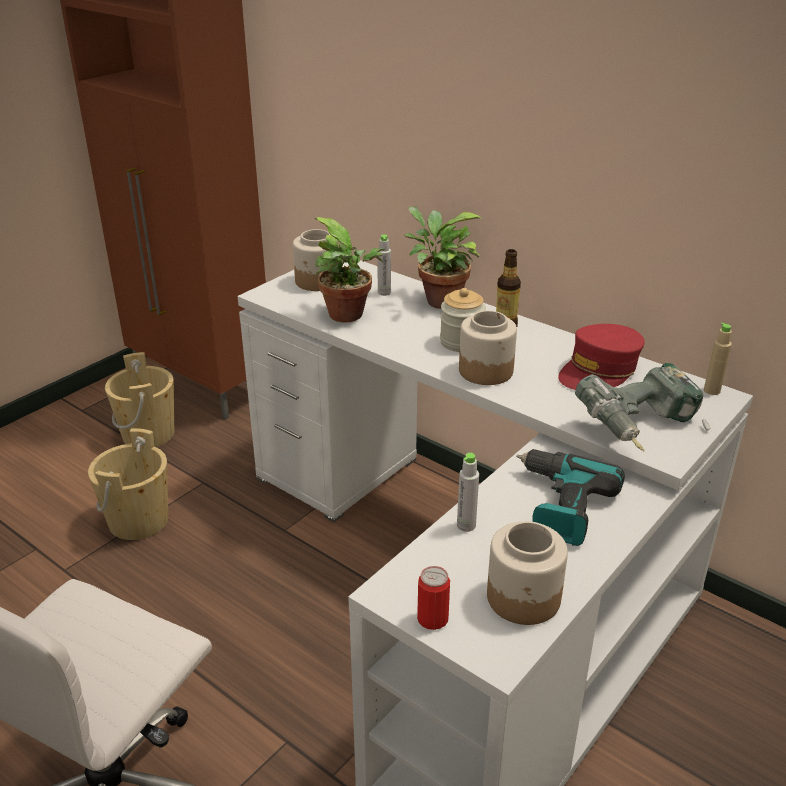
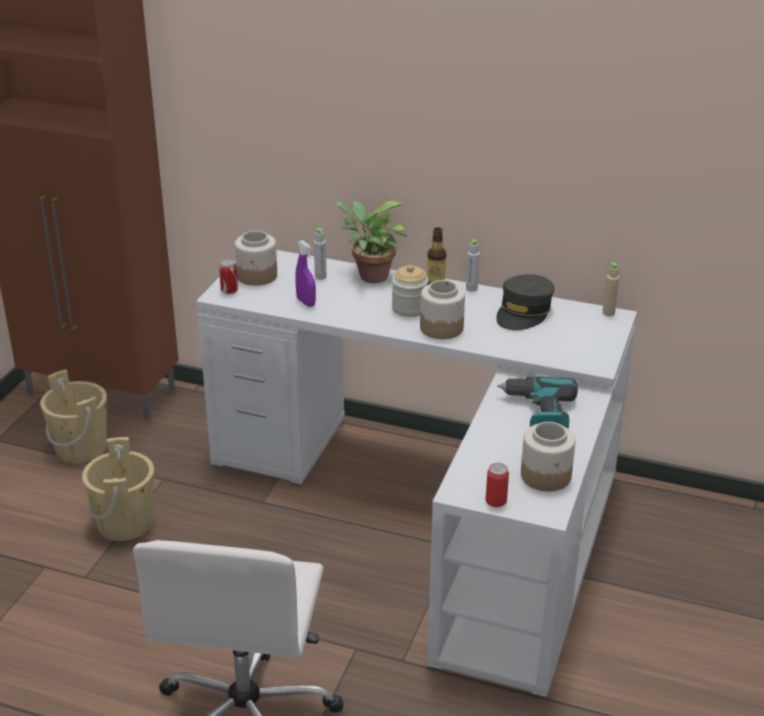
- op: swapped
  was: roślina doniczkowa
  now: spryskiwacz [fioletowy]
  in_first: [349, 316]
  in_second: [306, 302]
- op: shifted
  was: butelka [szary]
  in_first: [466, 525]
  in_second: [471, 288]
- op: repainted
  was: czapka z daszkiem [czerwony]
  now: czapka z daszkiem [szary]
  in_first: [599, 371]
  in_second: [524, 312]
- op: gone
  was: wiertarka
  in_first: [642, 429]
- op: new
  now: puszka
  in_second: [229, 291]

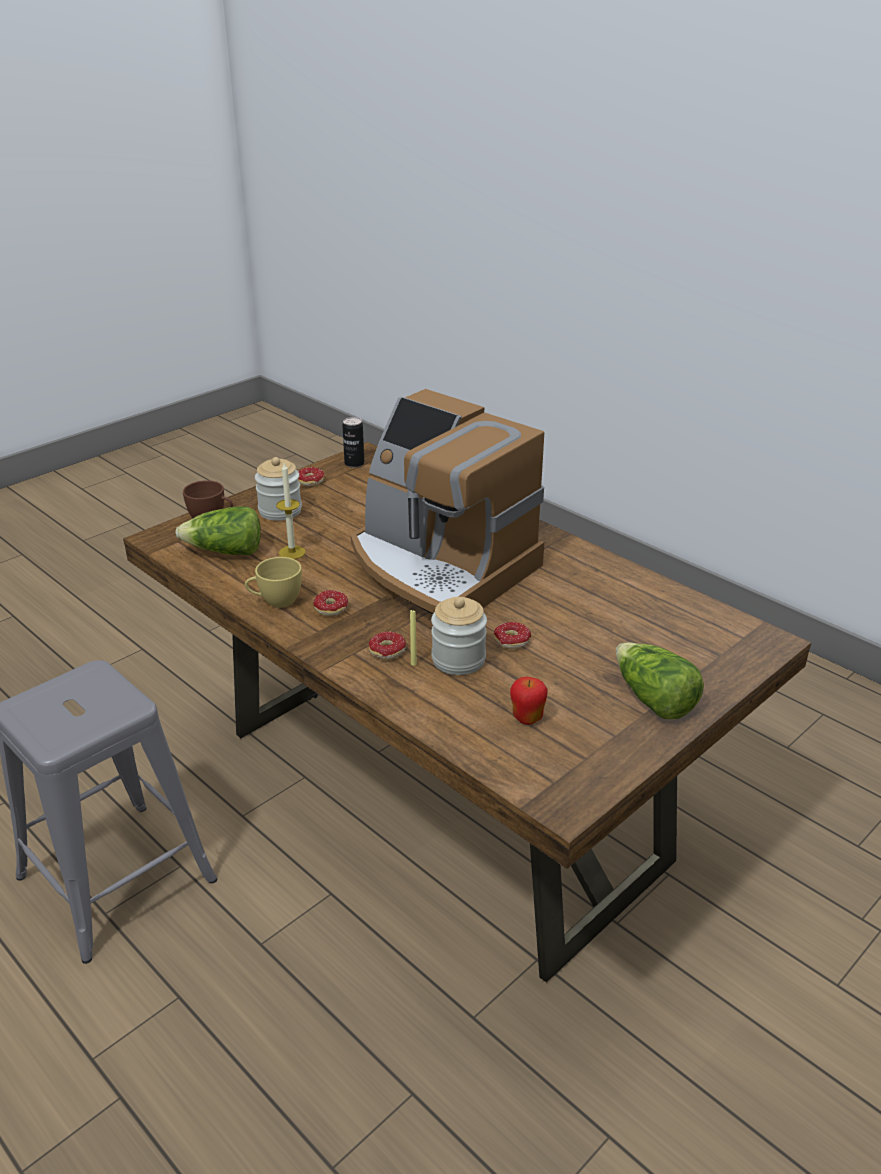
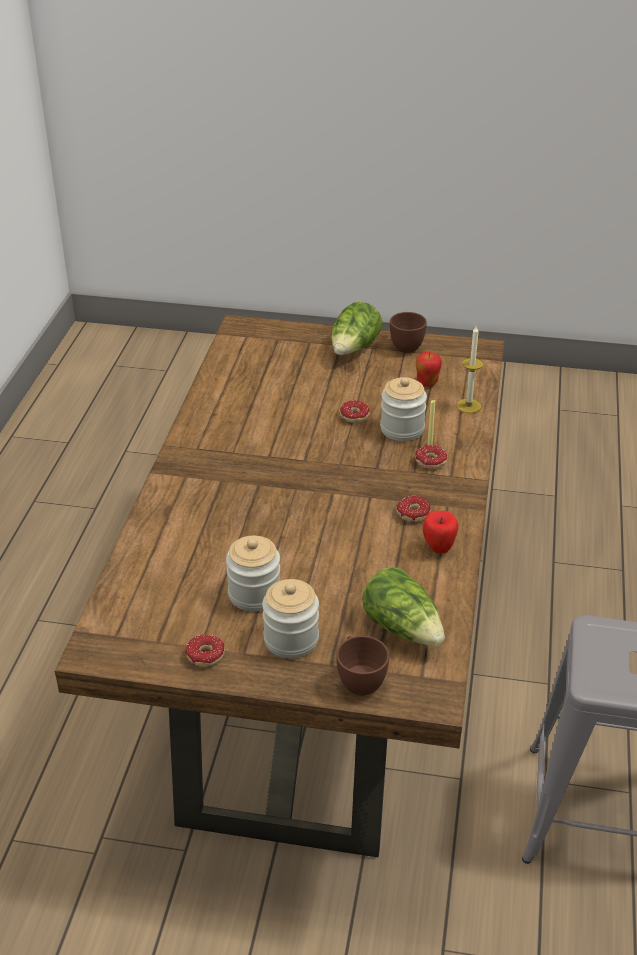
- op: swapped
  was: filiżanka [żółty]
  now: jabłko
  in_first: [275, 601]
  in_second: [438, 549]
- op: shifted
  was: świeca
  in_first: [292, 552]
  in_second: [468, 406]
- op: gone
  was: puszka
  in_first: [354, 463]
- op: gone
  was: ekspres do kawy
  in_first: [439, 569]
- op: new
  now: słoik
  in_second: [254, 594]
- op: new
  now: filiżanka [brązowy]
  in_second: [404, 345]

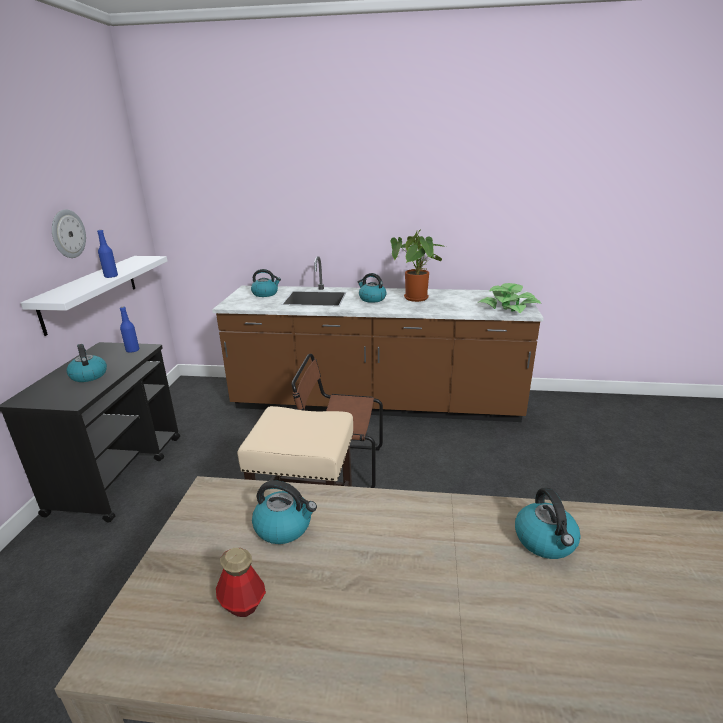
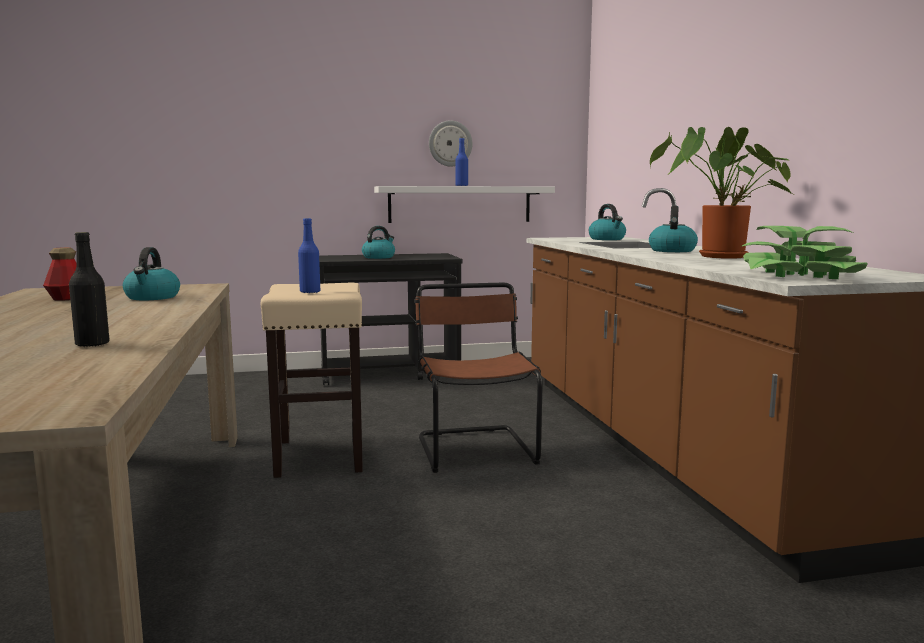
- op: shifted
  was: butelka [niebieski]
  in_first: [132, 350]
  in_second: [310, 292]
- op: swapped
  was: czajnik
  now: butelka [czarny]
  in_first: [545, 541]
  in_second: [92, 344]

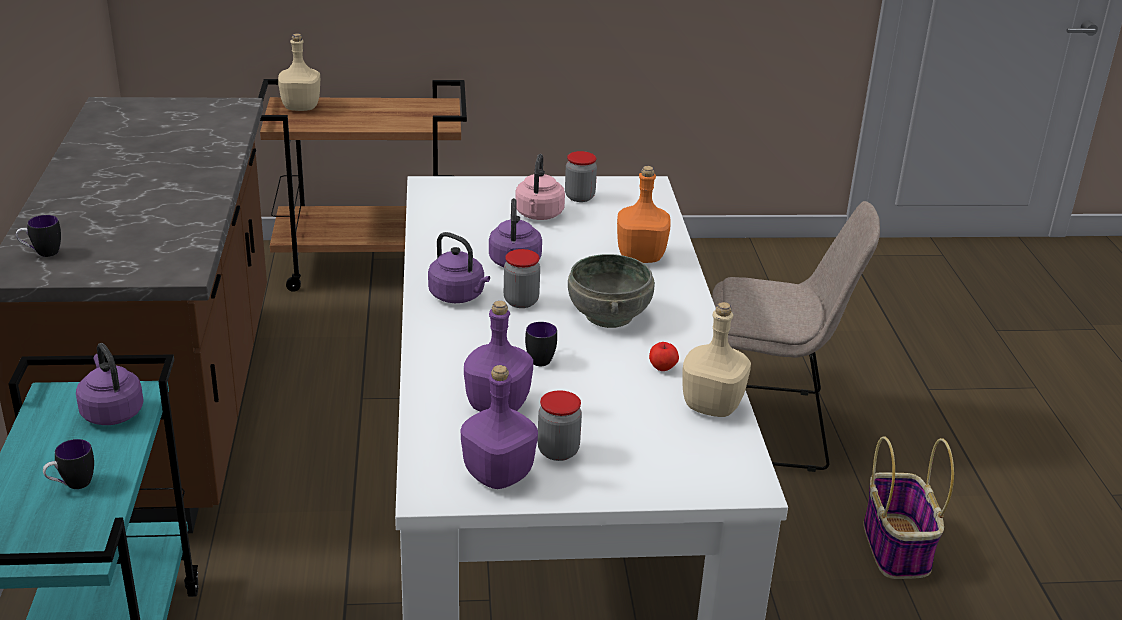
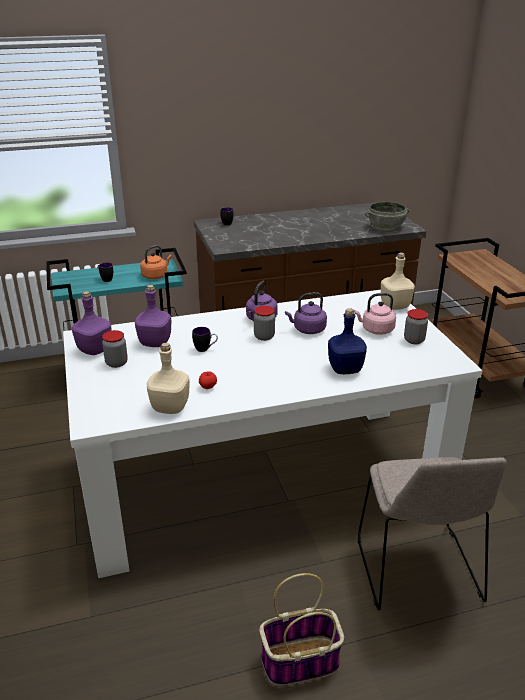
- op: repainted
  was: czajnik [fioletowy]
  now: czajnik [pomarańczowy]
  in_first: [111, 411]
  in_second: [156, 275]
- op: shifted
  was: butelka [beżowy]
  in_first: [301, 107]
  in_second: [394, 306]
- op: shifted
  was: miska [szary]
  in_first: [610, 315]
  in_second: [386, 228]
- op: repainted
  was: butelka [pomarańczowy]
  now: butelka [niebieski]
  in_first: [639, 256]
  in_second: [345, 368]

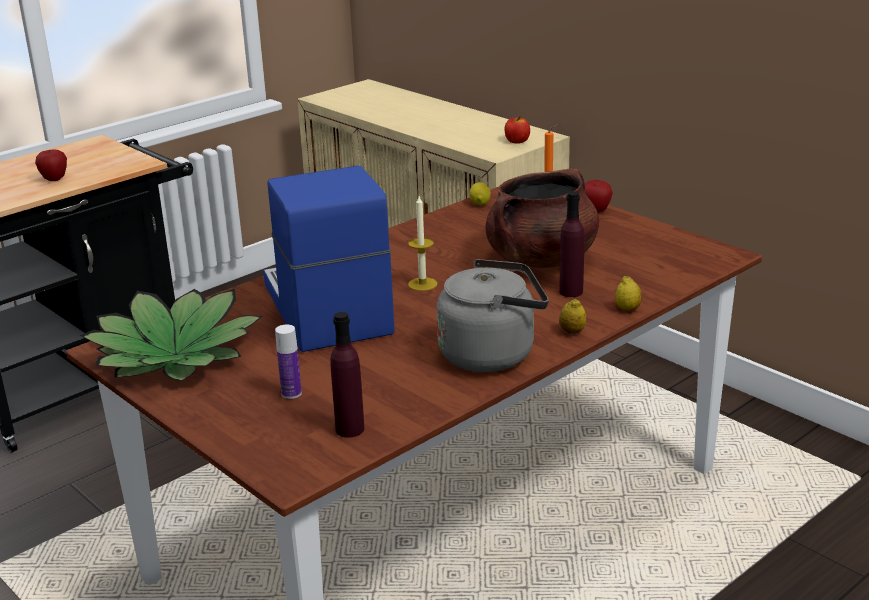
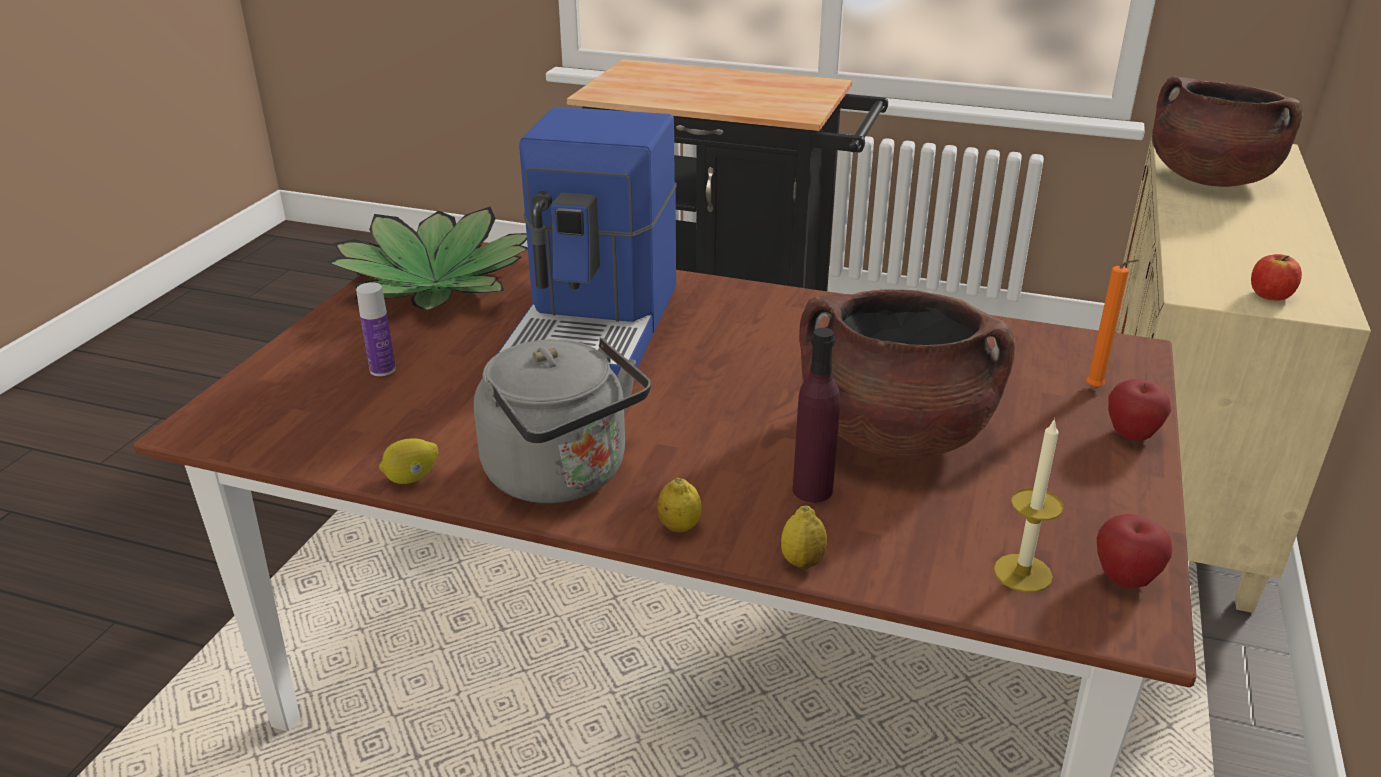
- op: shifted
  was: jabłko
  in_first: [54, 179]
  in_second: [1124, 579]
- op: rotated
  was: ekspres do kawy
  in_first: [325, 310]
  in_second: [598, 326]
  clockwise: 150
- op: gone
  was: butelka [fioletowy]
  in_first: [350, 429]
- op: shifted
  was: świeca
  in_first: [422, 284]
  in_second: [1022, 573]
- op: shifted
  was: cytryna
  in_first: [480, 203]
  in_second: [412, 478]
- op: new
  now: garnek [brązowy]
  in_second: [1209, 179]

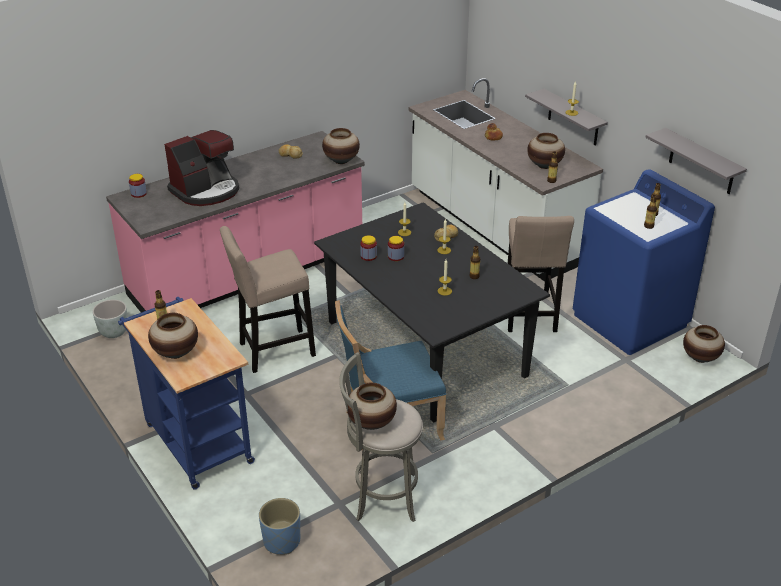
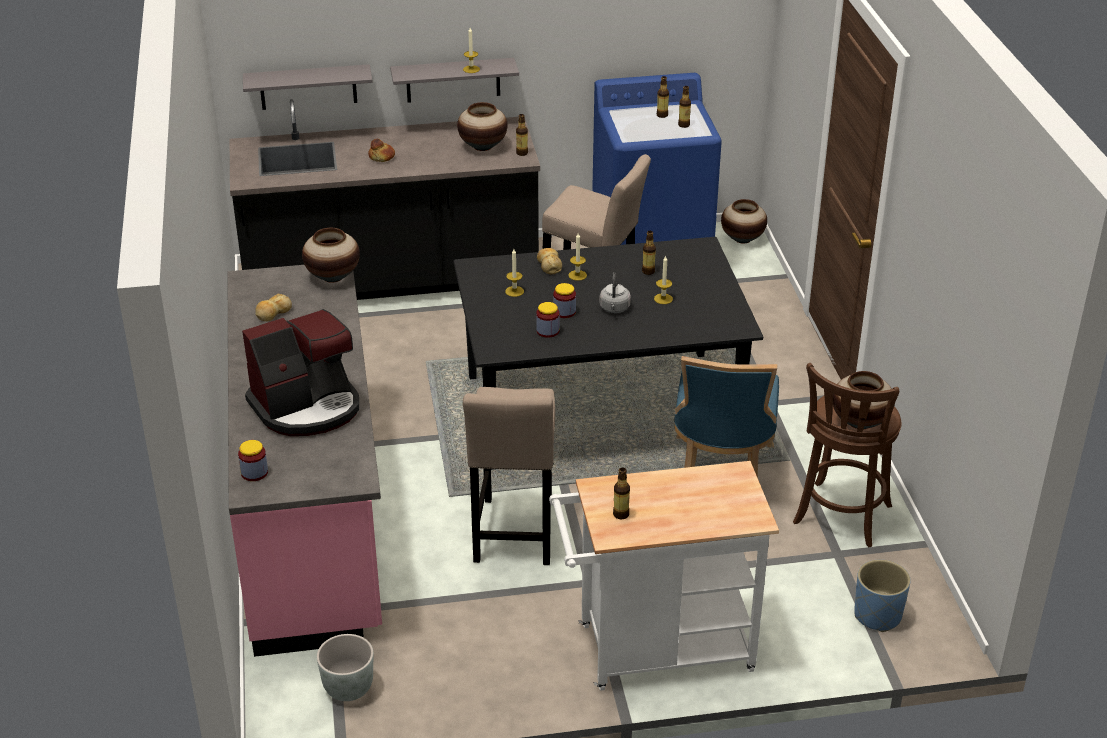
- op: repainted
  was: wózek [niebieski]
  now: wózek [biały]
  in_first: [195, 439]
  in_second: [654, 651]
- op: gone
  was: wazon
  in_first: [176, 353]
- op: rotated
  was: ekspres do kawy
  in_first: [206, 191]
  in_second: [307, 407]
  clockwise: 75
- op: repainted
  was: stołek [szary]
  now: stołek [brązowy]
  in_first: [382, 496]
  in_second: [840, 518]
- op: repainted
  was: zabudowa kuchenna [biały]
  now: zabudowa kuchenna [czarny]
  in_first: [494, 227]
  in_second: [391, 280]
- op: shifted
  was: półka [szary]
  in_first: [701, 162]
  in_second: [308, 87]
- op: new
  now: czajnik [szary]
  in_second: [614, 309]

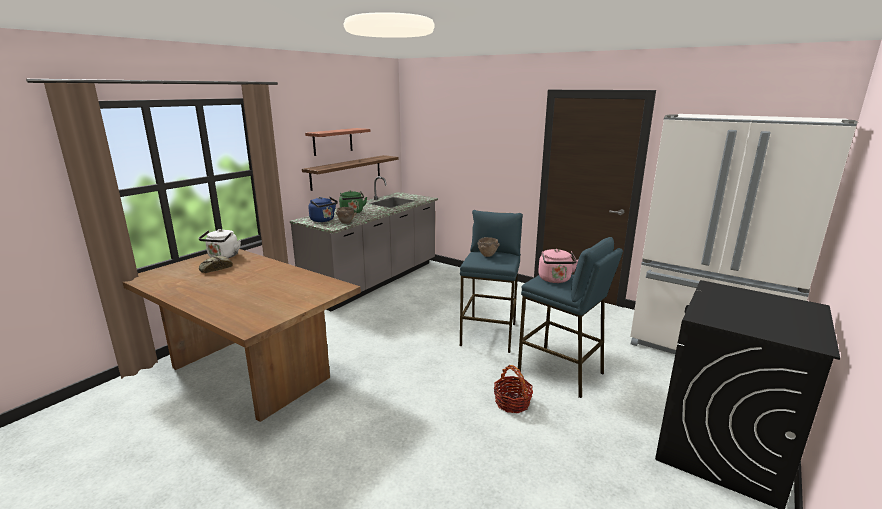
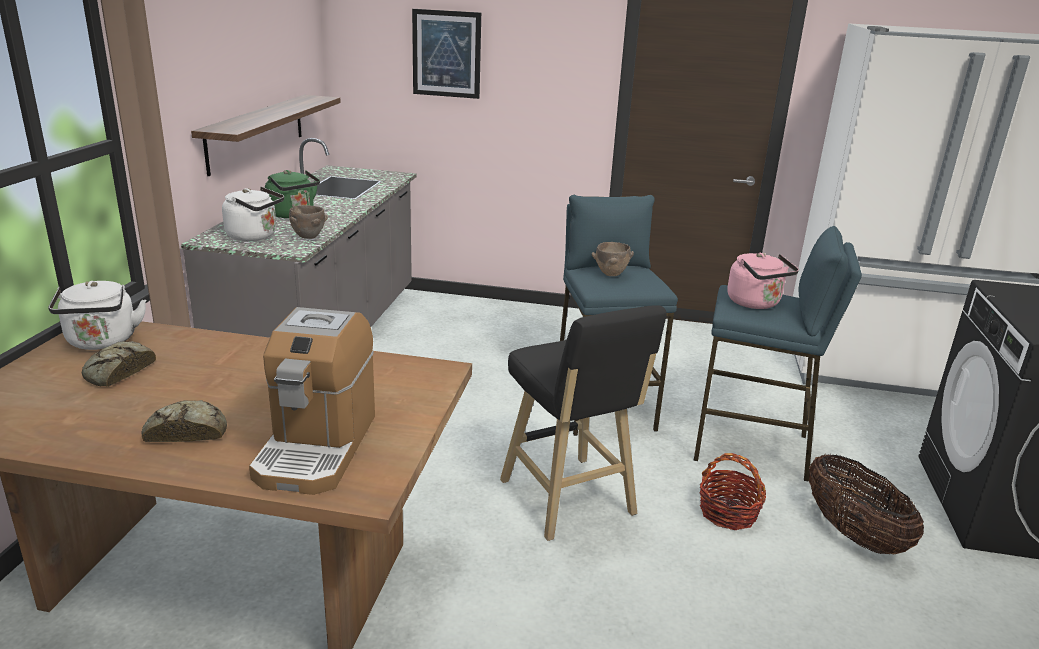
- op: gone
  was: półka
  in_first: [333, 141]
- op: repainted
  was: czajnik [niebieski]
  now: czajnik [biały]
  in_first: [323, 220]
  in_second: [255, 236]
- op: new
  now: chleb
  in_second: [186, 431]
- op: new
  now: ekspres do kawy
  in_second: [316, 447]
- op: new
  now: obraz
  in_second: [446, 54]
- op: new
  now: stołek [czarny]
  in_second: [569, 501]
- op: new
  now: koszyk
  in_second: [853, 534]

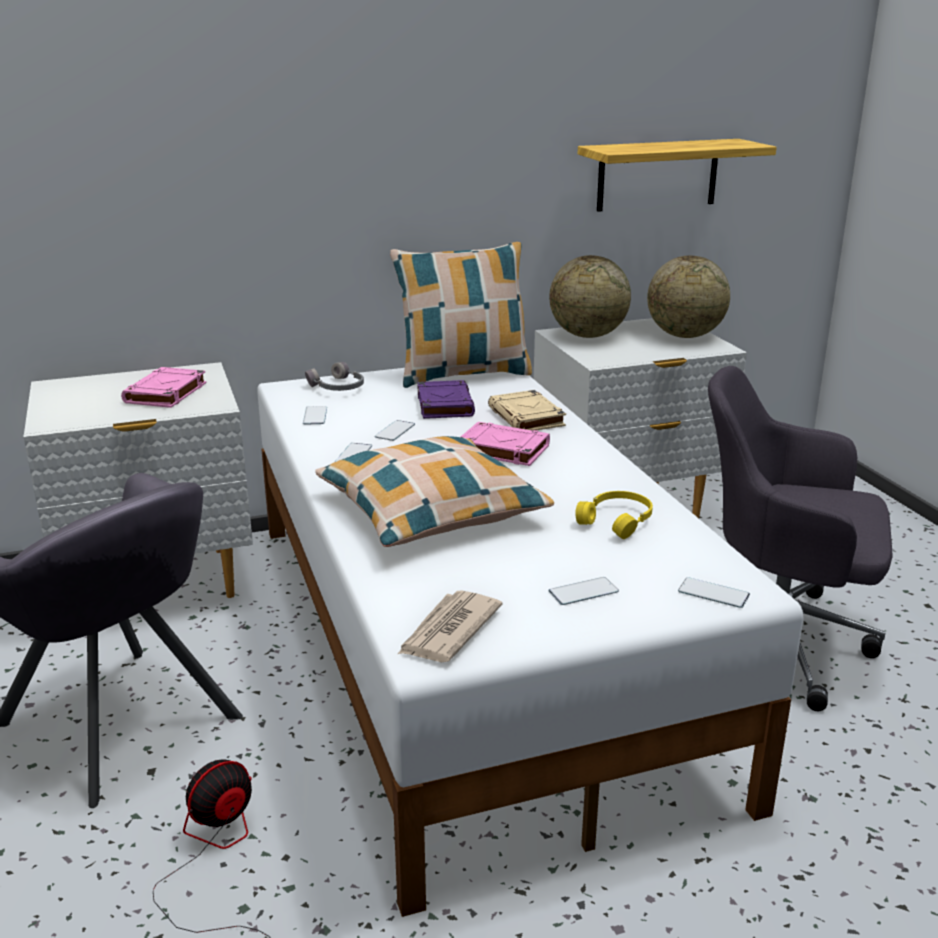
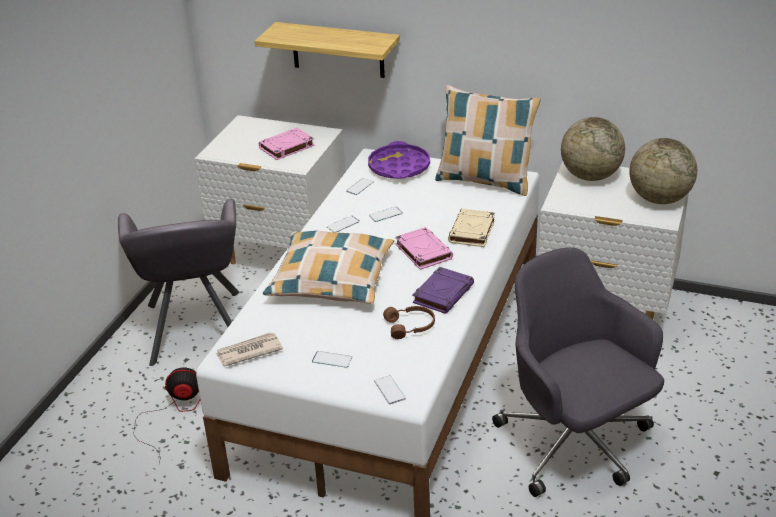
- op: swapped
  was: słuchawki [szary]
  now: taca [fioletowy]
  in_first: [337, 387]
  in_second: [399, 167]
- op: shifted
  was: książka [fioletowy]
  in_first: [444, 405]
  in_second: [443, 293]
- op: repainted
  was: słuchawki [żółty]
  now: słuchawki [brązowy]
  in_first: [618, 521]
  in_second: [411, 326]
- op: shifted
  was: półka
  in_first: [657, 175]
  in_second: [338, 50]

